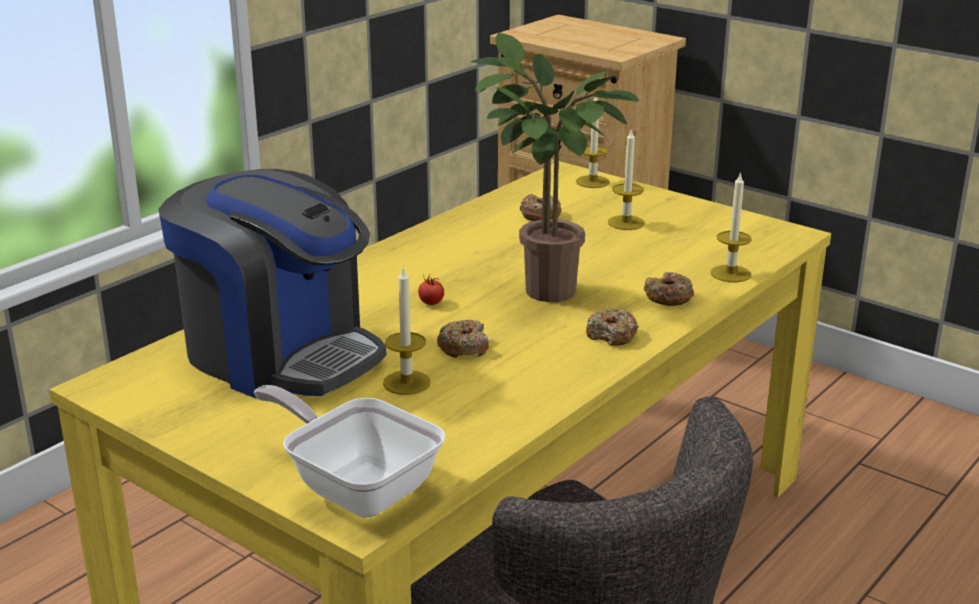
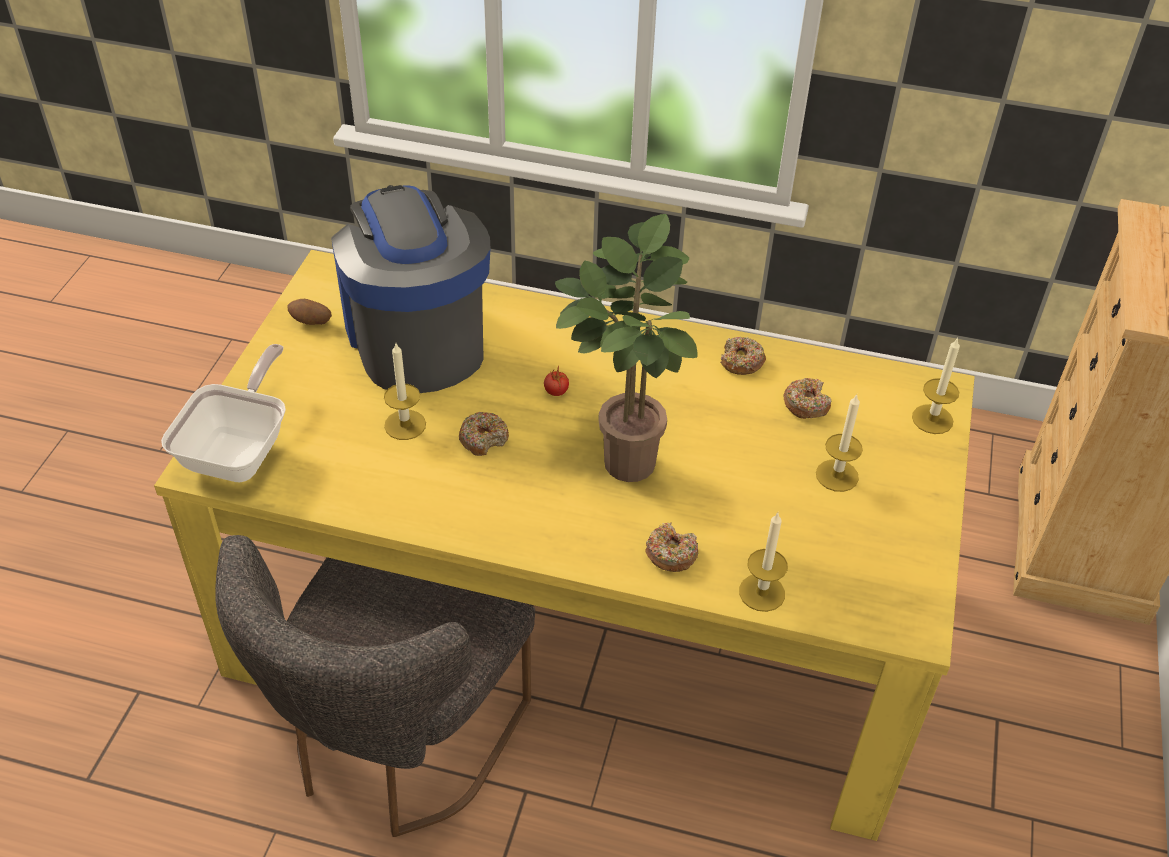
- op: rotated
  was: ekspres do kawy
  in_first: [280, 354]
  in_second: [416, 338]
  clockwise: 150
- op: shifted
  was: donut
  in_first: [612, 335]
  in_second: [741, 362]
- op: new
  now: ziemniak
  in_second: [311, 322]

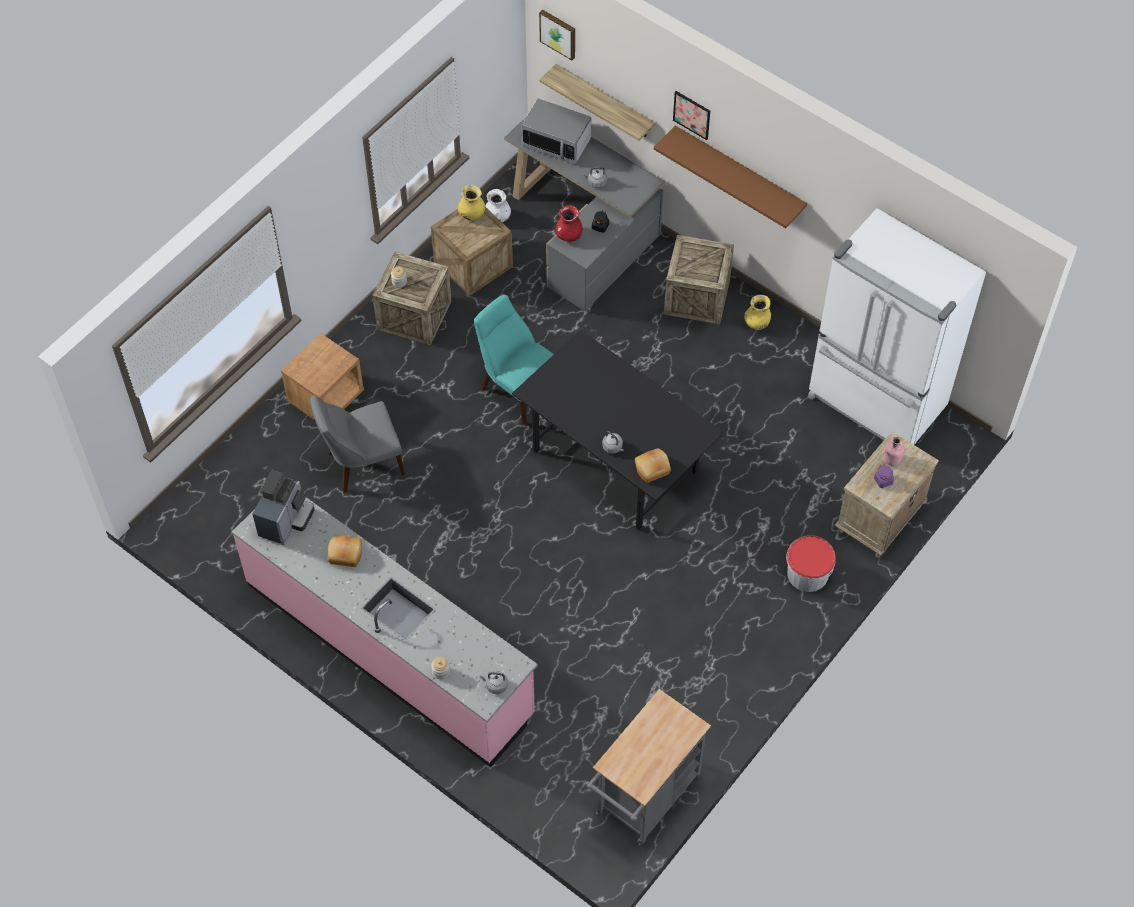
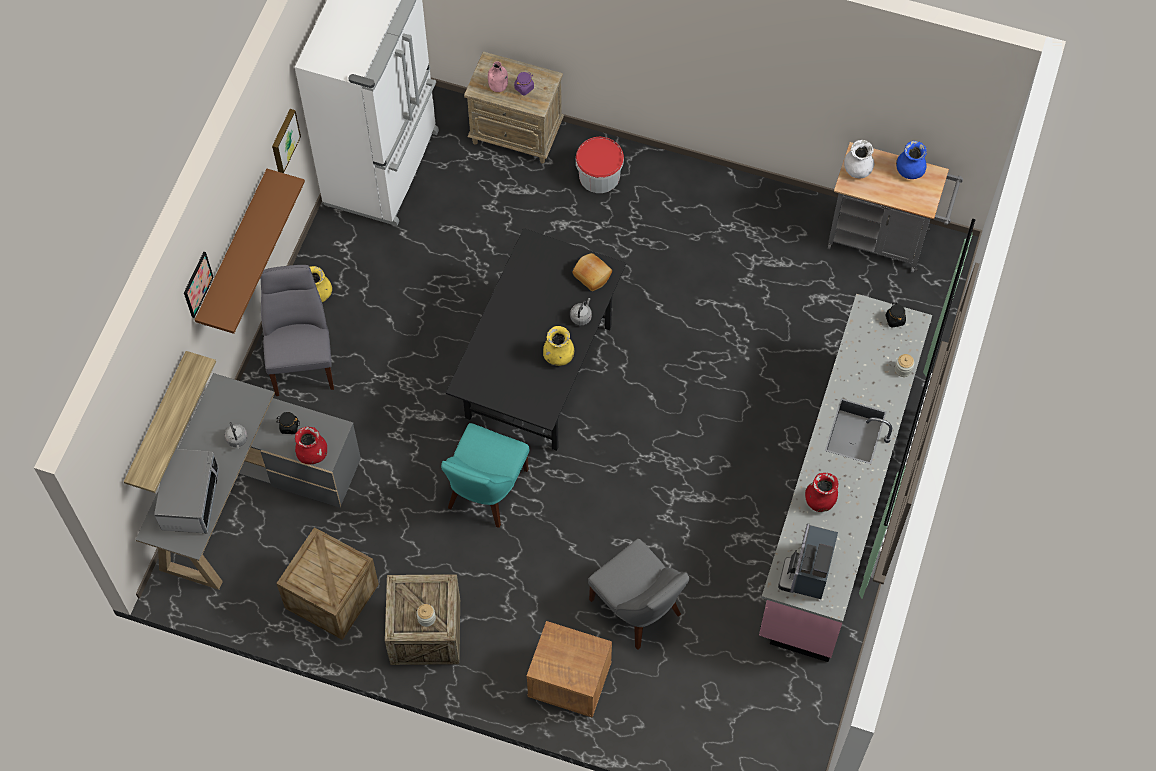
- op: rotated
  was: ekspres do kawy
  in_first: [286, 520]
  in_second: [806, 573]
  clockwise: -75
- op: swapped
  was: chleb
  now: wazon [czerwony]
  in_first: [345, 555]
  in_second: [820, 500]
- op: shifted
  was: wazon [żółty]
  in_first: [472, 214]
  in_second: [558, 356]
- op: swapped
  was: czajnik [szary]
  now: słoik [czarny]
  in_first: [495, 685]
  in_second: [895, 319]
- op: shifted
  was: wazon [biały]
  in_first: [498, 217]
  in_second: [857, 170]
- op: shifted
  was: obraz
  in_first: [558, 33]
  in_second: [284, 140]
- op: swapped
  was: skrzynka
  now: krzesło [szary]
  in_first: [697, 296]
  in_second: [302, 359]
- op: new
  now: wazon [niebieski]
  in_second: [909, 171]

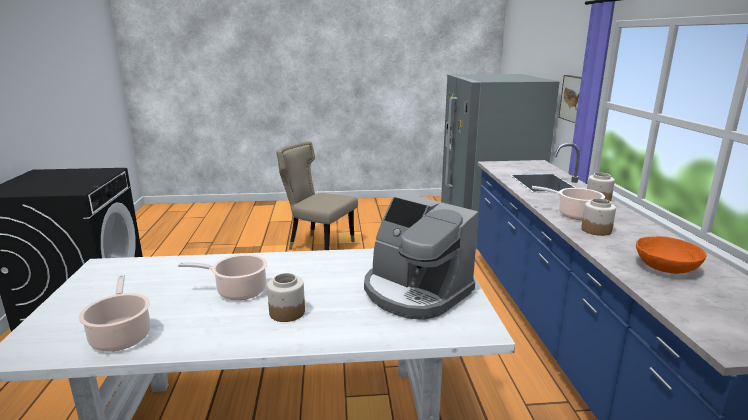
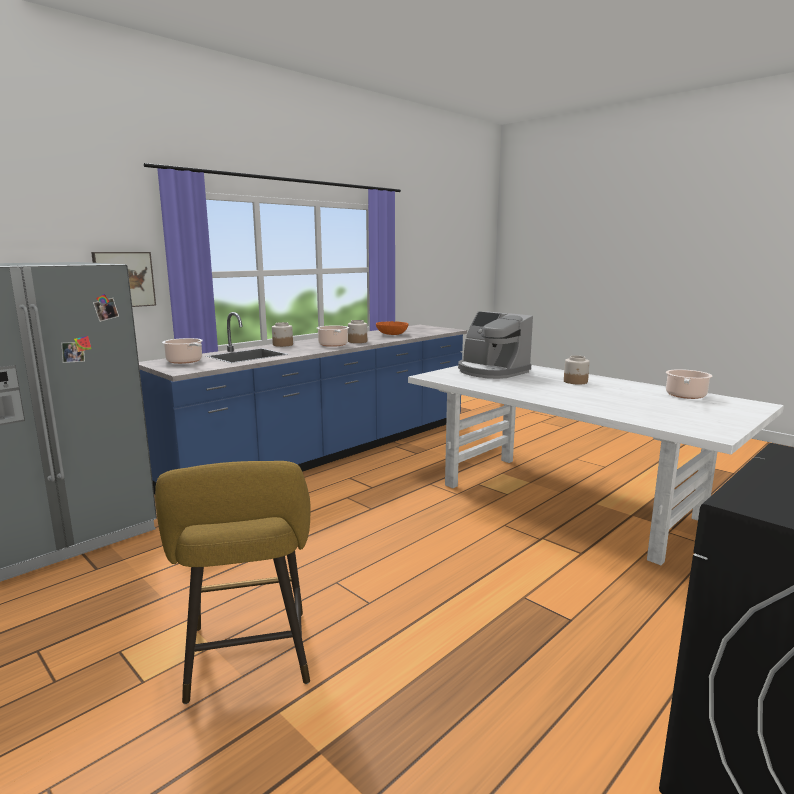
- op: shifted
  was: garnek
  in_first: [238, 291]
  in_second: [185, 361]
- op: swapped
  was: krzesło [beżowy]
  now: stołek [żółty]
  in_first: [318, 246]
  in_second: [248, 661]
- op: rotated
  was: ekspres do kawy
  in_first: [415, 292]
  in_second: [491, 371]
  clockwise: 135

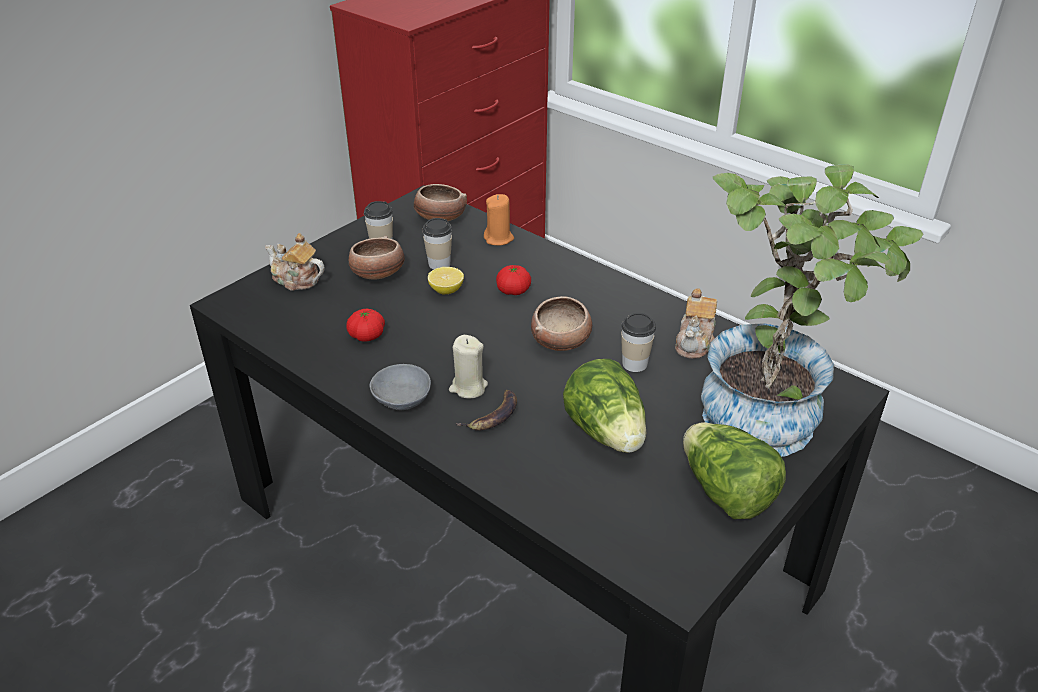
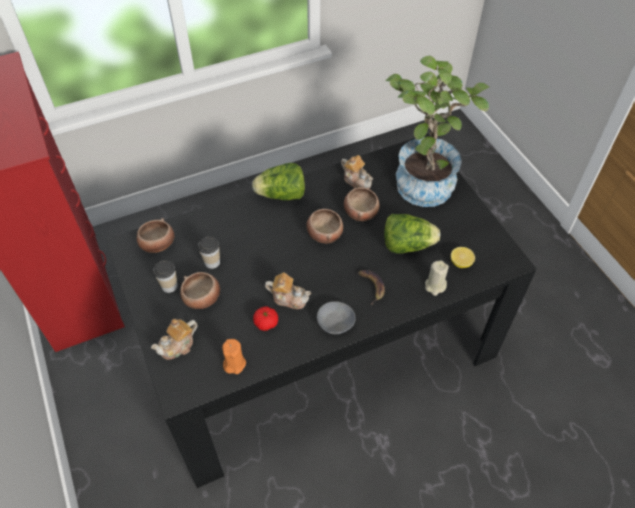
- op: shifted
  was: cytryna
  in_first: [446, 290]
  in_second: [460, 263]
- op: shifted
  was: świeca [beżowy]
  in_first: [468, 387]
  in_second: [435, 286]
- op: shifted
  was: świeca [pomarańczowy]
  in_first: [499, 238]
  in_second: [234, 363]
- op: gone
  was: pomidor
  in_first: [513, 291]
- op: swapped
  was: filiżanka
  now: miska
  in_first: [634, 363]
  in_second: [361, 211]
- op: shifted
  was: sałata
  in_first: [725, 493]
  in_second: [281, 195]
- op: new
  now: imbryk
  in_second: [289, 298]

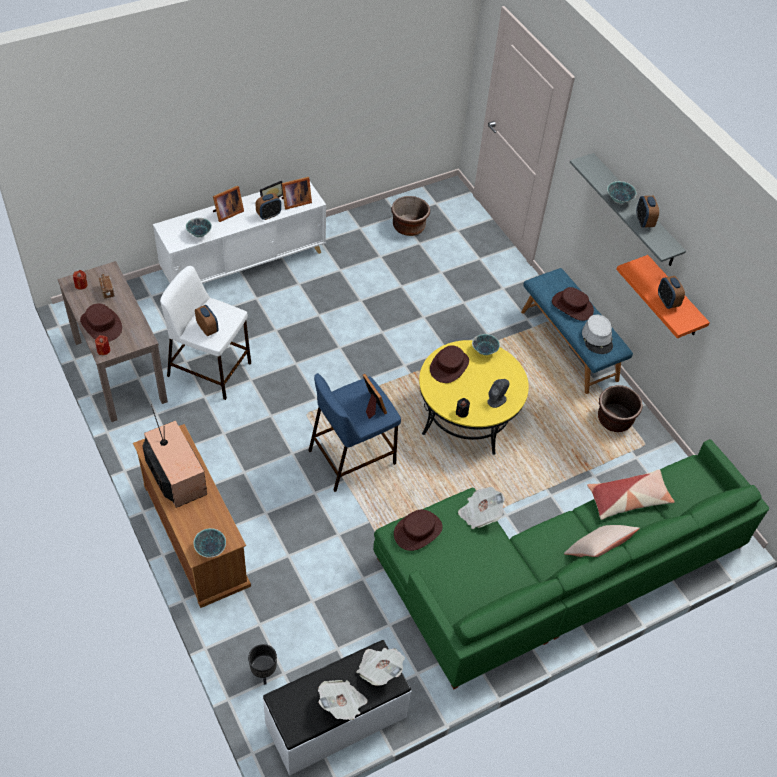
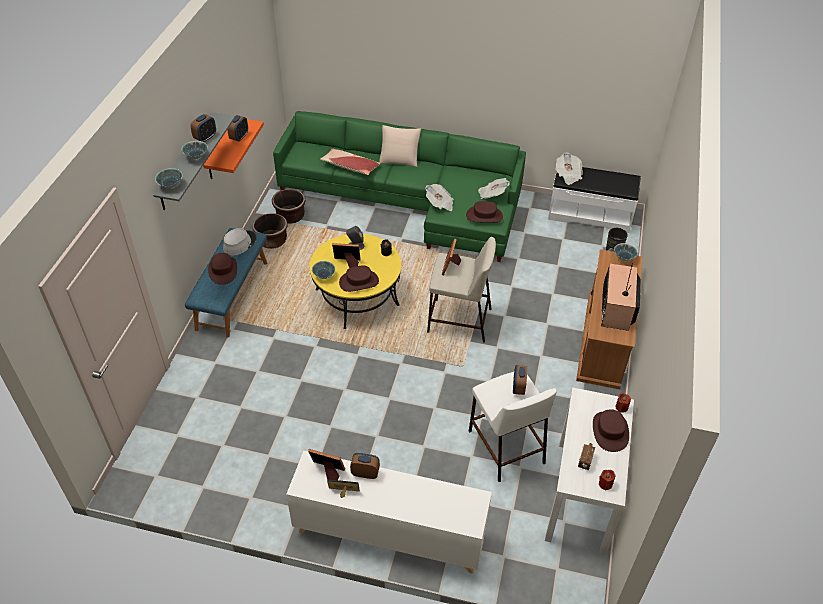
- op: repainted
  was: stolik konsolowy [brązowy]
  now: stolik konsolowy [biały]
  in_first: [119, 370]
  in_second: [582, 495]
- op: shifted
  was: miska
  in_first: [199, 234]
  in_second: [171, 185]
- op: shifted
  was: ramka na zdjęcie
  in_first: [227, 213]
  in_second: [348, 262]
- op: repainted
  was: stołek [niebieski]
  now: stołek [beżowy]
  in_first: [353, 456]
  in_second: [458, 320]
- op: shifted
  was: gazeta
  in_first: [342, 704]
  in_second: [492, 194]
- op: shifted
  was: donica [brązowy]
  in_first: [409, 227]
  in_second: [290, 216]

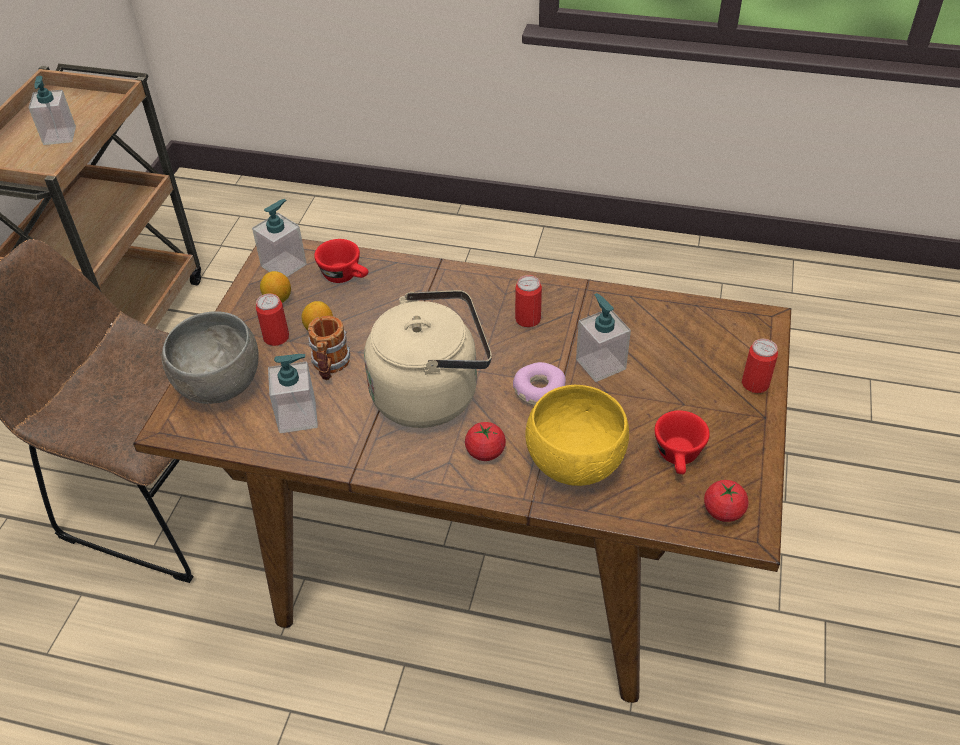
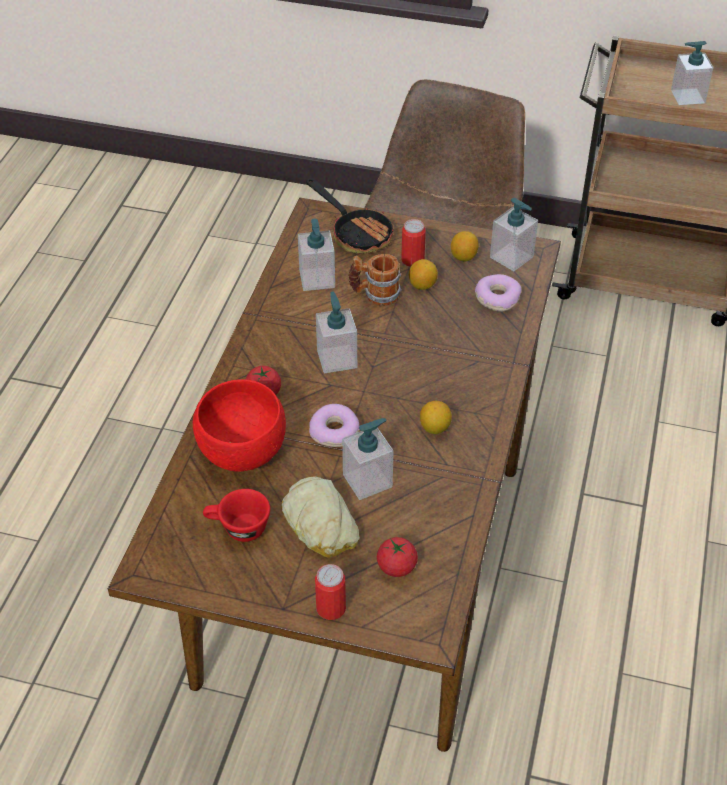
- op: swapped
  was: miska [szary]
  now: patelnia
  in_first: [218, 385]
  in_second: [356, 232]
- op: swapped
  was: filiżanka [czerwony]
  now: donut
  in_first: [346, 276]
  in_second: [497, 298]
- op: swapped
  was: czajnik [beżowy]
  now: dozownik mydła
  in_first: [431, 393]
  in_second: [337, 359]
- op: swapped
  was: puszka
  now: cytryna
  in_first: [528, 319]
  in_second: [435, 428]
- op: repainted
  was: miska [żółty]
  now: miska [czerwony]
  in_first: [575, 465]
  in_second: [241, 452]
- op: shifted
  was: pomidor
  in_first: [723, 511]
  in_second: [396, 567]
- op: new
  now: chleb
  in_second: [319, 524]

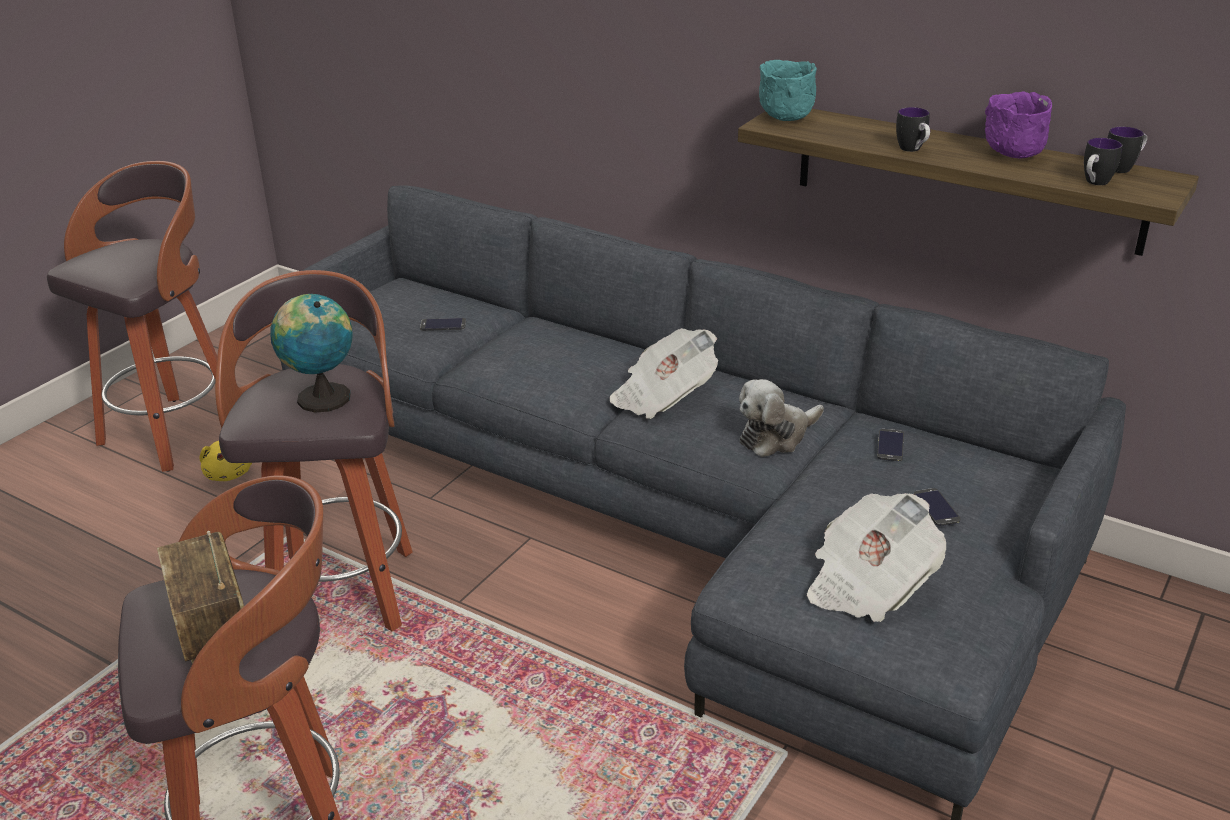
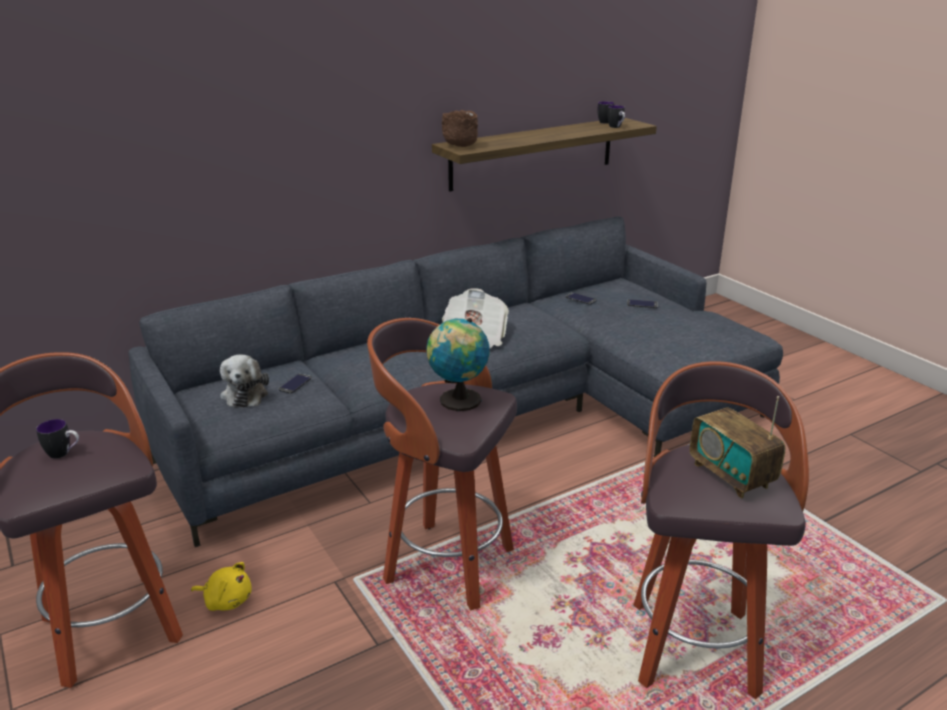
- op: rotated
  was: radio
  in_first: [213, 630]
  in_second: [731, 475]
  clockwise: 60
- op: shifted
  was: pluszak
  in_first: [776, 436]
  in_second: [245, 394]
- op: repainted
  was: miska [turkusowy]
  now: miska [brązowy]
  in_first: [786, 118]
  in_second: [460, 146]
- op: gone
  was: gazeta
  in_first: [868, 584]
- op: shifted
  was: kubek
  in_first: [913, 150]
  in_second: [64, 454]
- op: gone
  was: miska [fioletowy]
  in_first: [1013, 154]

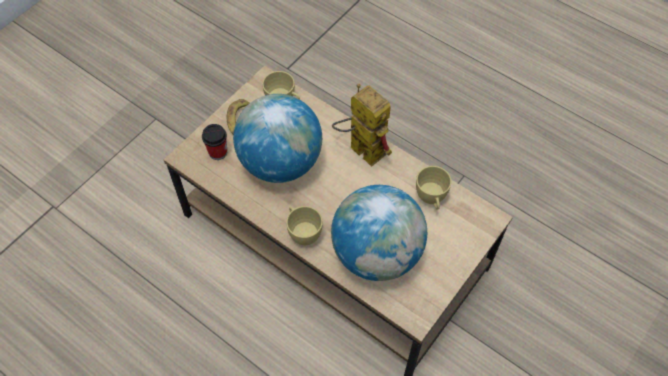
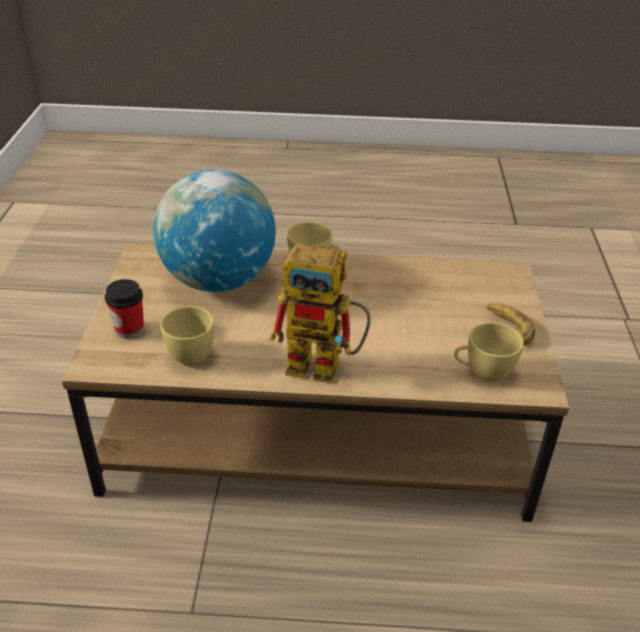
- op: shifted
  was: filiżanka
  in_first: [218, 152]
  in_second: [129, 329]
- op: gone
  was: globus
  in_first: [280, 163]

